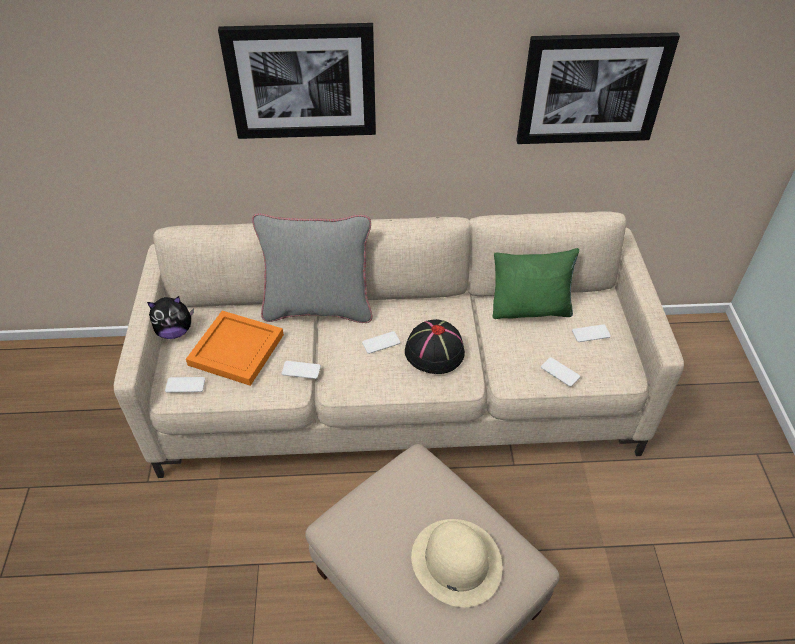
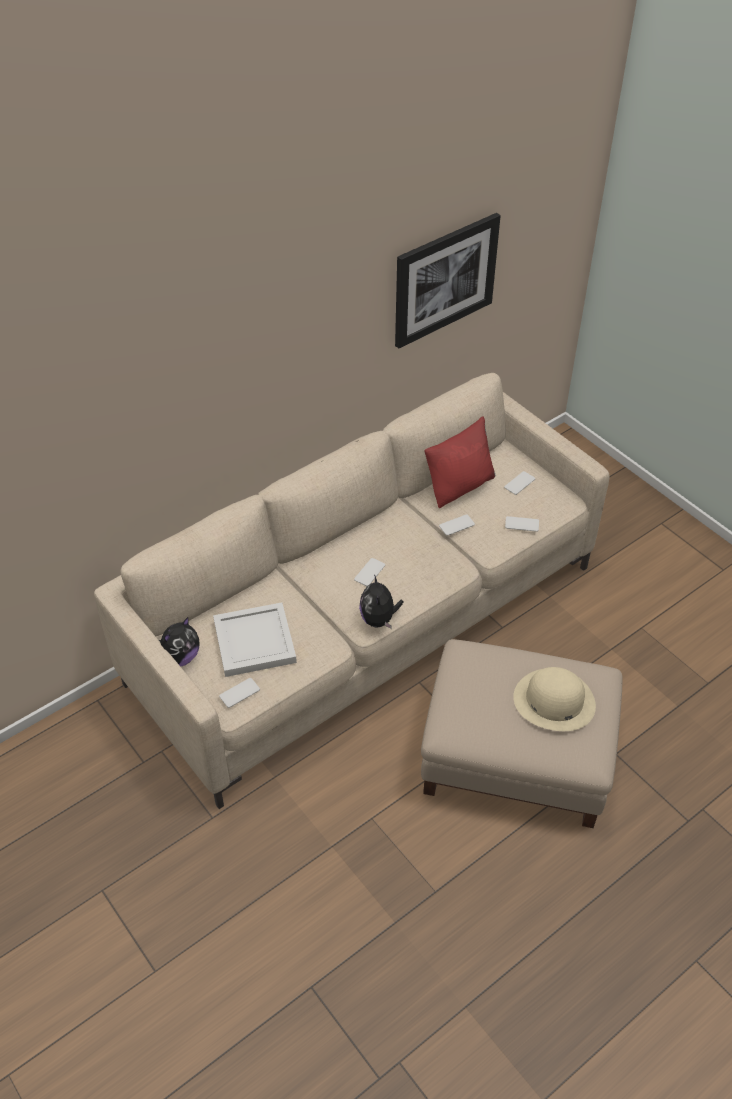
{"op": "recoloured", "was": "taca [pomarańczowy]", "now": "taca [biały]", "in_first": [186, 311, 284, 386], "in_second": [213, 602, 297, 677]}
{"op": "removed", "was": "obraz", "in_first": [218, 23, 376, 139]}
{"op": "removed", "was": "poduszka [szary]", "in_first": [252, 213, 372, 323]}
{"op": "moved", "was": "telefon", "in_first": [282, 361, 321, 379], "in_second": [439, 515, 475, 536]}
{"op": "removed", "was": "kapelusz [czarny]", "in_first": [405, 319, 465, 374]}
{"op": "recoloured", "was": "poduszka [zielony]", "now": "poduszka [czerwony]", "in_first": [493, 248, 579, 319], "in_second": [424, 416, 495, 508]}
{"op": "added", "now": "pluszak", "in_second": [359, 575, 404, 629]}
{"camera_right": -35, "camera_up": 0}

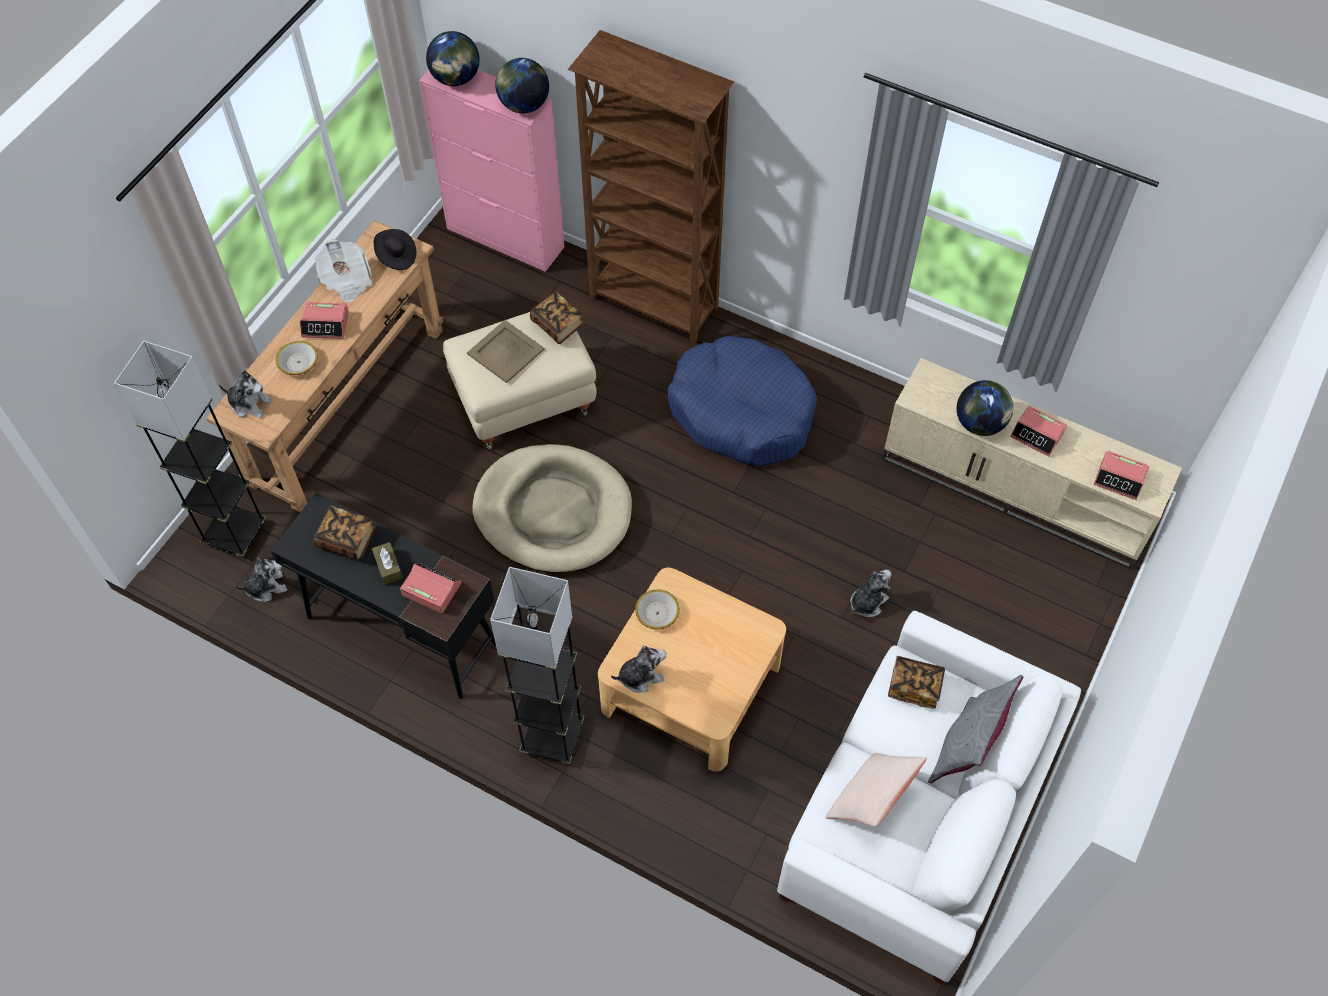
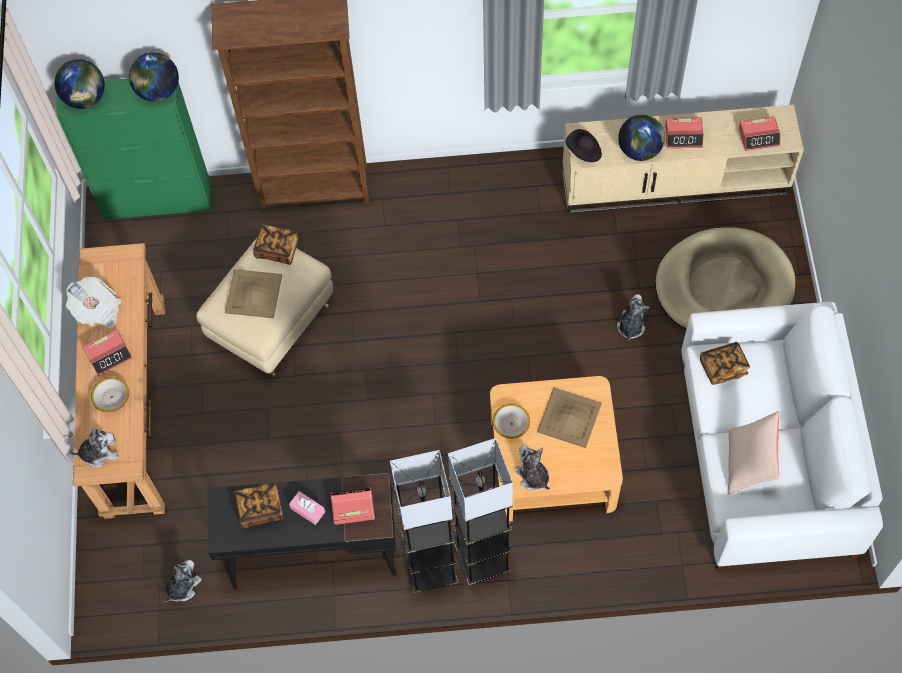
{"op": "moved", "was": "lampa stojąca [szary]", "in_first": [114, 341, 266, 558], "in_second": [390, 450, 458, 593]}
{"op": "recoloured", "was": "pudełko chusteczek [brązowy]", "now": "pudełko chusteczek [różowy]", "in_first": [372, 542, 403, 585], "in_second": [289, 491, 325, 525]}
{"op": "moved", "was": "kapelusz [czarny]", "in_first": [374, 229, 416, 270], "in_second": [566, 129, 602, 162]}
{"op": "recoloured", "was": "szafka [różowy]", "now": "szafka [zielony]", "in_first": [420, 70, 564, 272], "in_second": [56, 78, 211, 219]}
{"op": "moved", "was": "legowisko [beżowy]", "in_first": [472, 444, 632, 573], "in_second": [655, 228, 795, 329]}
{"op": "turned", "was": "pluszak", "in_first": [611, 645, 666, 693], "in_second": [514, 445, 550, 490], "clockwise": -75}
{"op": "removed", "was": "legowisko [niebieski]", "in_first": [668, 336, 817, 466]}
{"op": "removed", "was": "poduszka [szary]", "in_first": [928, 675, 1023, 783]}
{"op": "added", "now": "taca [beżowy]", "in_second": [537, 387, 602, 448]}
{"camera_right": -30, "camera_up": 5}

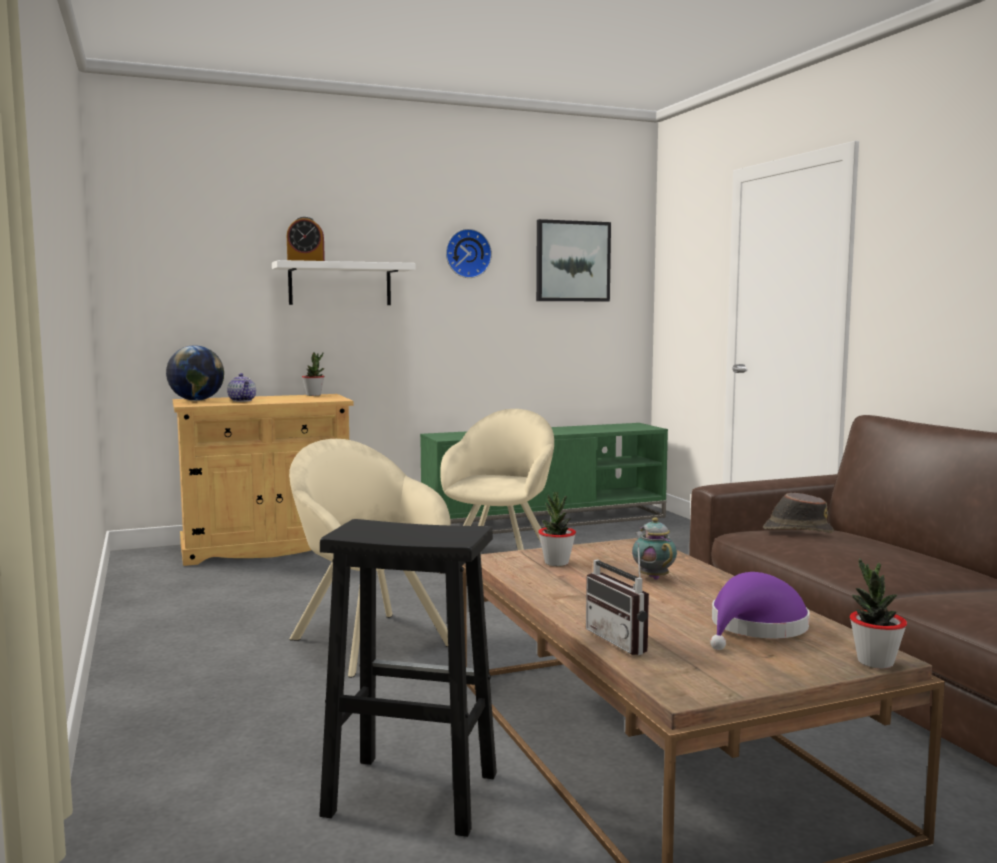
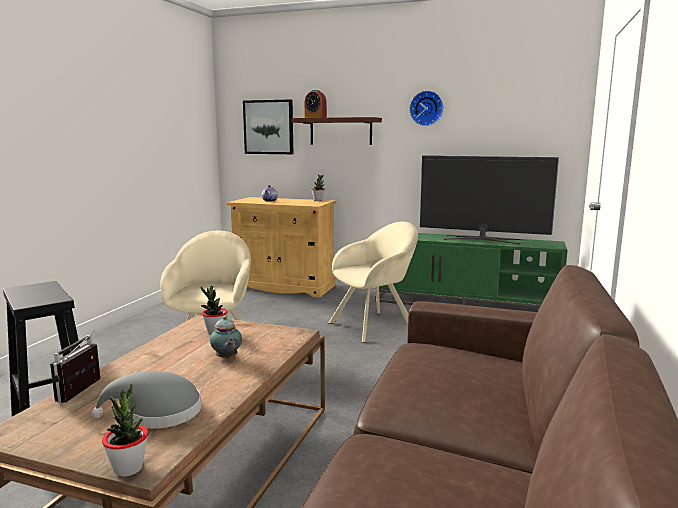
{"op": "removed", "was": "globus", "in_first": [166, 345, 224, 401]}
{"op": "recoloured", "was": "półka [biały]", "now": "półka [brązowy]", "in_first": [272, 260, 415, 305], "in_second": [292, 117, 382, 145]}
{"op": "moved", "was": "obraz", "in_first": [536, 219, 611, 301], "in_second": [243, 99, 293, 154]}
{"op": "turned", "was": "imbryk", "in_first": [632, 517, 677, 580], "in_second": [210, 316, 242, 359], "clockwise": 135}
{"op": "recoloured", "was": "kapelusz [fioletowy]", "now": "kapelusz [szary]", "in_first": [710, 572, 810, 650], "in_second": [91, 371, 201, 429]}
{"op": "removed", "was": "kapelusz [brązowy]", "in_first": [763, 493, 834, 533]}
{"op": "added", "now": "telewizor", "in_second": [420, 155, 559, 244]}
{"camera_right": 40, "camera_up": 5}

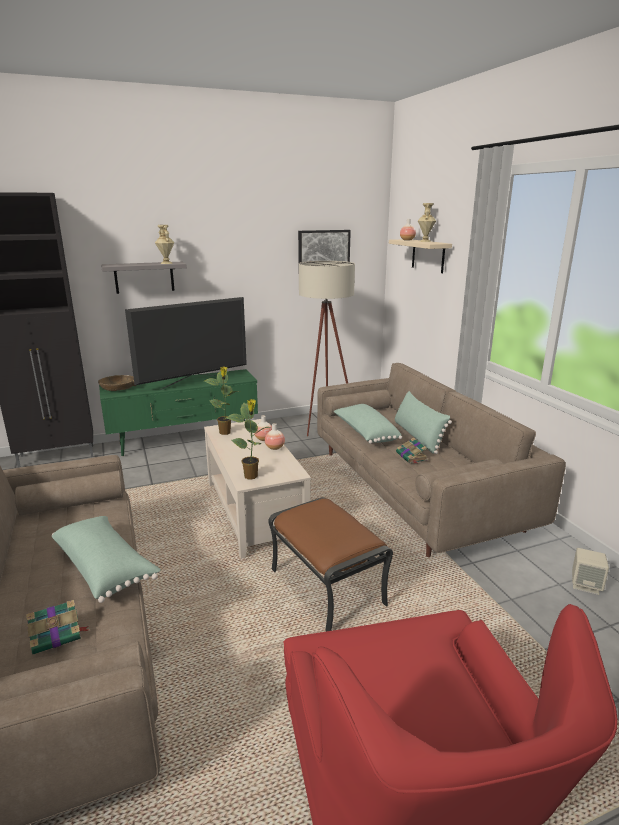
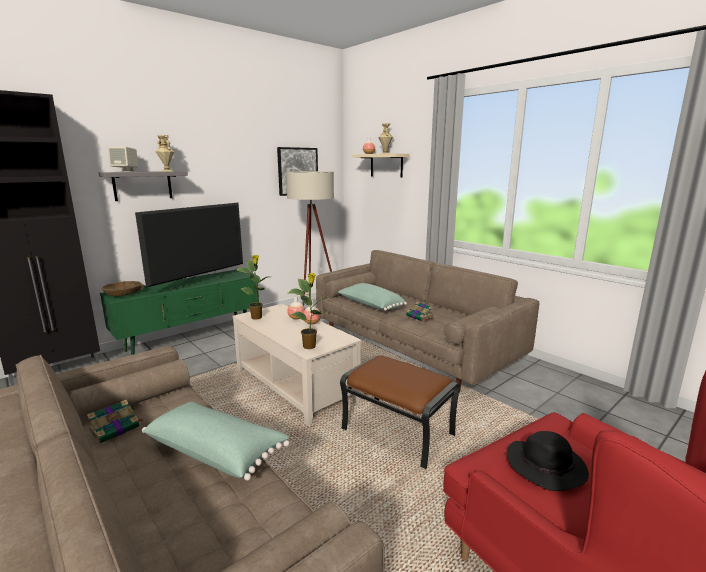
{"op": "moved", "was": "książka", "in_first": [26, 600, 88, 655], "in_second": [87, 400, 143, 443]}
{"op": "removed", "was": "poduszka [zielony]", "in_first": [395, 391, 452, 454]}
{"op": "moved", "was": "głośnik [beżowy]", "in_first": [572, 548, 609, 595], "in_second": [108, 146, 138, 172]}
{"op": "added", "now": "kapelusz [czarny]", "in_second": [507, 431, 589, 491]}
{"camera_right": -20, "camera_up": -5}

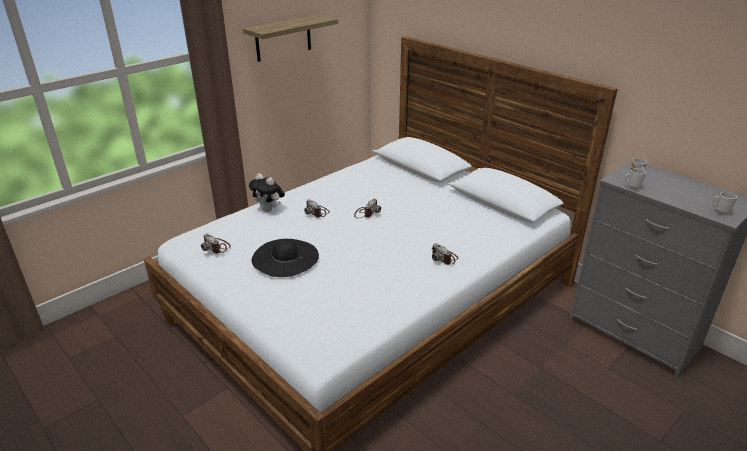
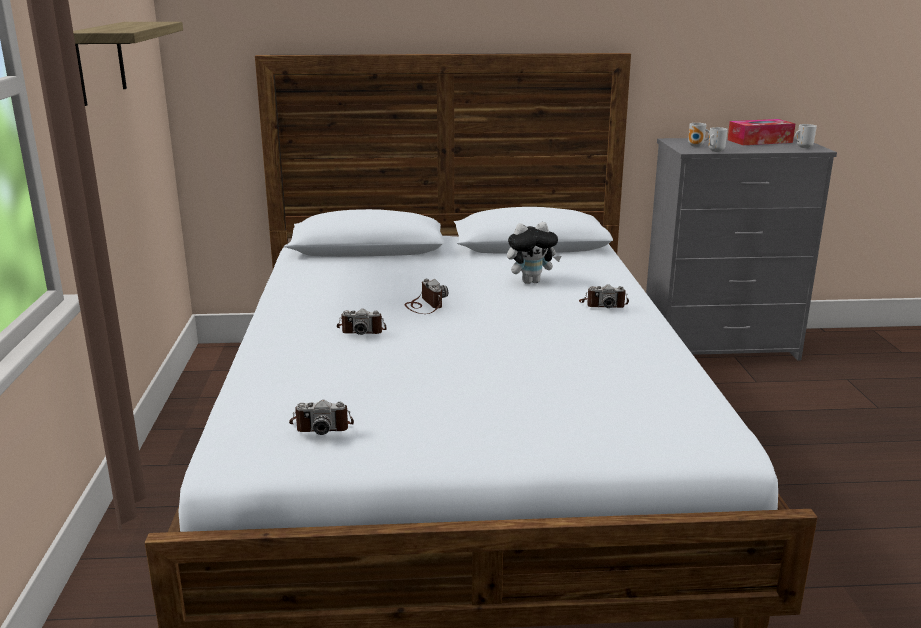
{"op": "moved", "was": "pluszak", "in_first": [249, 173, 285, 212], "in_second": [507, 222, 561, 284]}
{"op": "removed", "was": "kapelusz [czarny]", "in_first": [252, 239, 319, 277]}
{"op": "added", "now": "pudełko chusteczek", "in_second": [728, 119, 796, 145]}
{"camera_right": -50, "camera_up": -10}

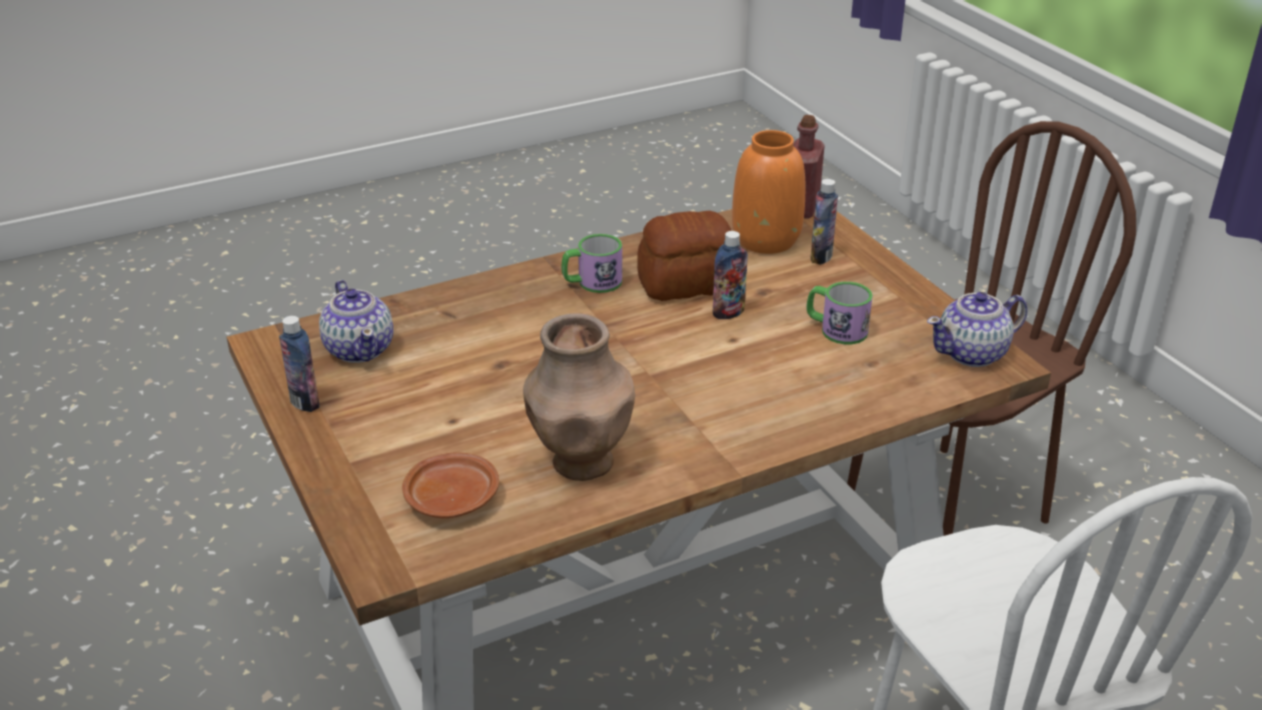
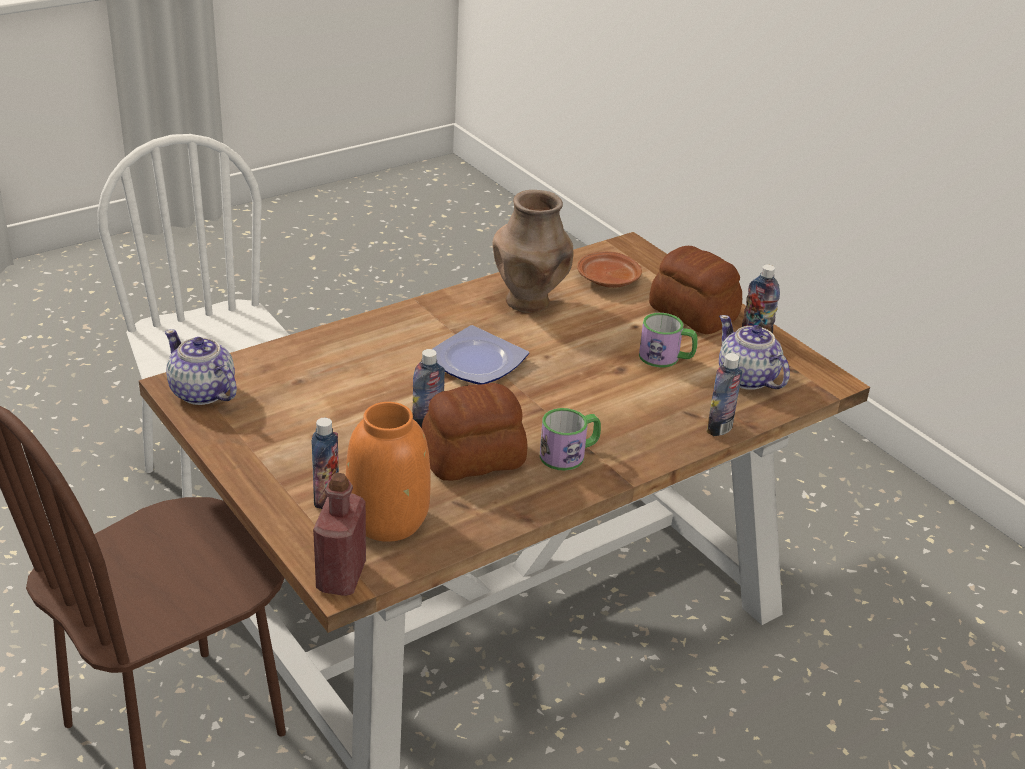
{"op": "moved", "was": "kubek", "in_first": [807, 282, 873, 344], "in_second": [639, 313, 698, 367]}
{"op": "turned", "was": "imbryk", "in_first": [927, 292, 1027, 367], "in_second": [165, 329, 237, 405], "clockwise": -105}
{"op": "added", "now": "talerz", "in_second": [432, 325, 529, 385]}
{"op": "added", "now": "chleb", "in_second": [649, 246, 742, 334]}
{"op": "added", "now": "butelka", "in_second": [706, 353, 742, 436]}
{"camera_right": 170, "camera_up": 0}

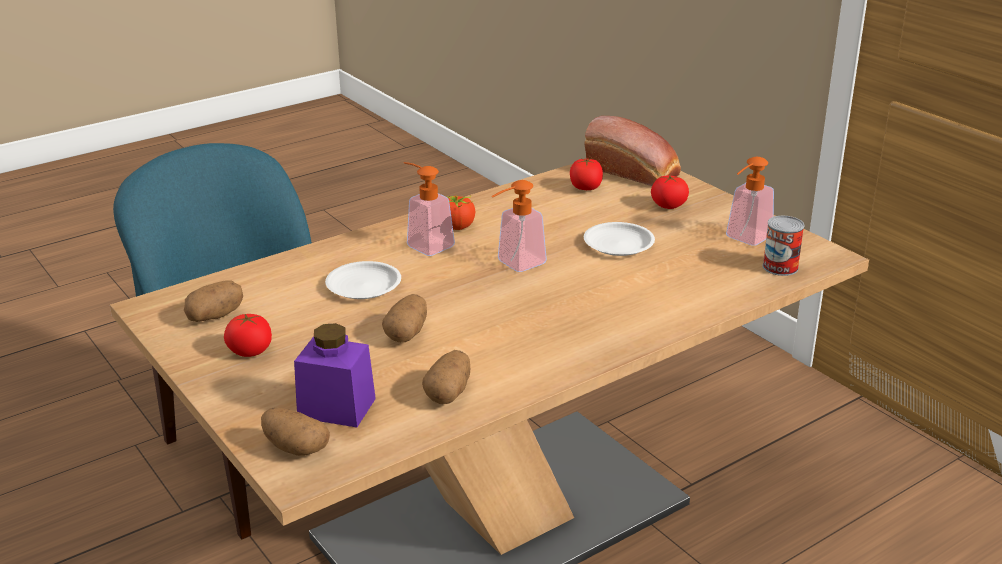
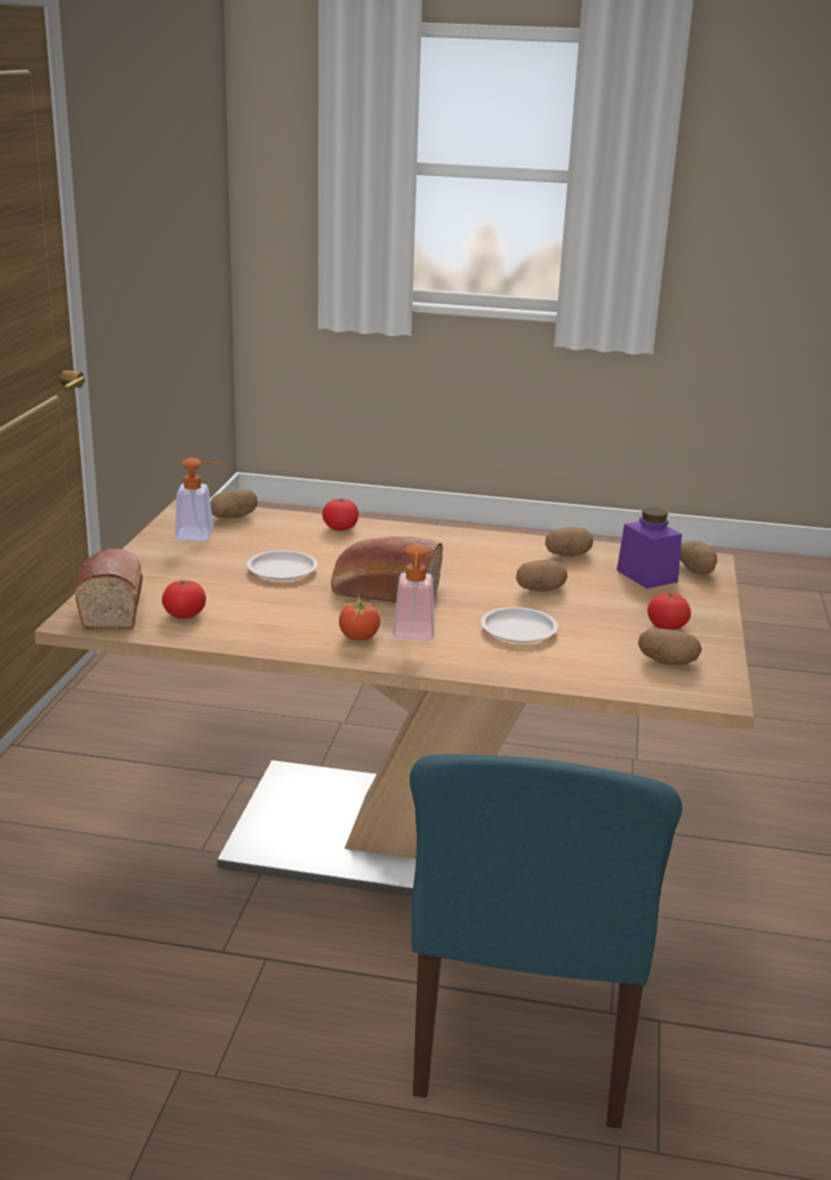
{"op": "replaced", "was": "dozownik mydła", "now": "chleb", "in_first": [492, 180, 547, 272], "in_second": [331, 536, 443, 603]}
{"op": "moved", "was": "pomidor", "in_first": [651, 175, 689, 209], "in_second": [322, 499, 359, 531]}
{"op": "replaced", "was": "puszka", "now": "ziemniak", "in_first": [763, 216, 804, 276], "in_second": [210, 489, 258, 518]}
{"camera_right": -135, "camera_up": -5}

